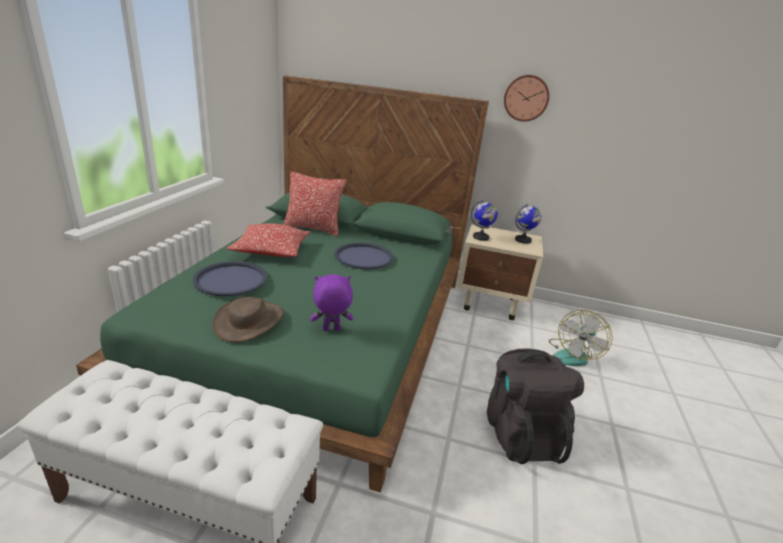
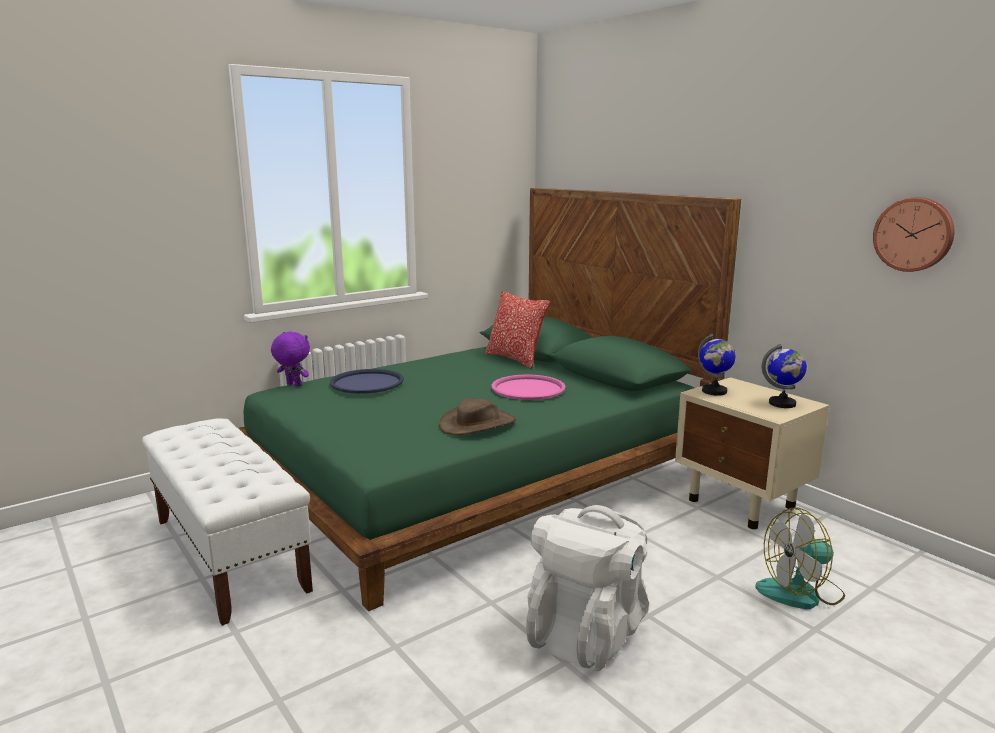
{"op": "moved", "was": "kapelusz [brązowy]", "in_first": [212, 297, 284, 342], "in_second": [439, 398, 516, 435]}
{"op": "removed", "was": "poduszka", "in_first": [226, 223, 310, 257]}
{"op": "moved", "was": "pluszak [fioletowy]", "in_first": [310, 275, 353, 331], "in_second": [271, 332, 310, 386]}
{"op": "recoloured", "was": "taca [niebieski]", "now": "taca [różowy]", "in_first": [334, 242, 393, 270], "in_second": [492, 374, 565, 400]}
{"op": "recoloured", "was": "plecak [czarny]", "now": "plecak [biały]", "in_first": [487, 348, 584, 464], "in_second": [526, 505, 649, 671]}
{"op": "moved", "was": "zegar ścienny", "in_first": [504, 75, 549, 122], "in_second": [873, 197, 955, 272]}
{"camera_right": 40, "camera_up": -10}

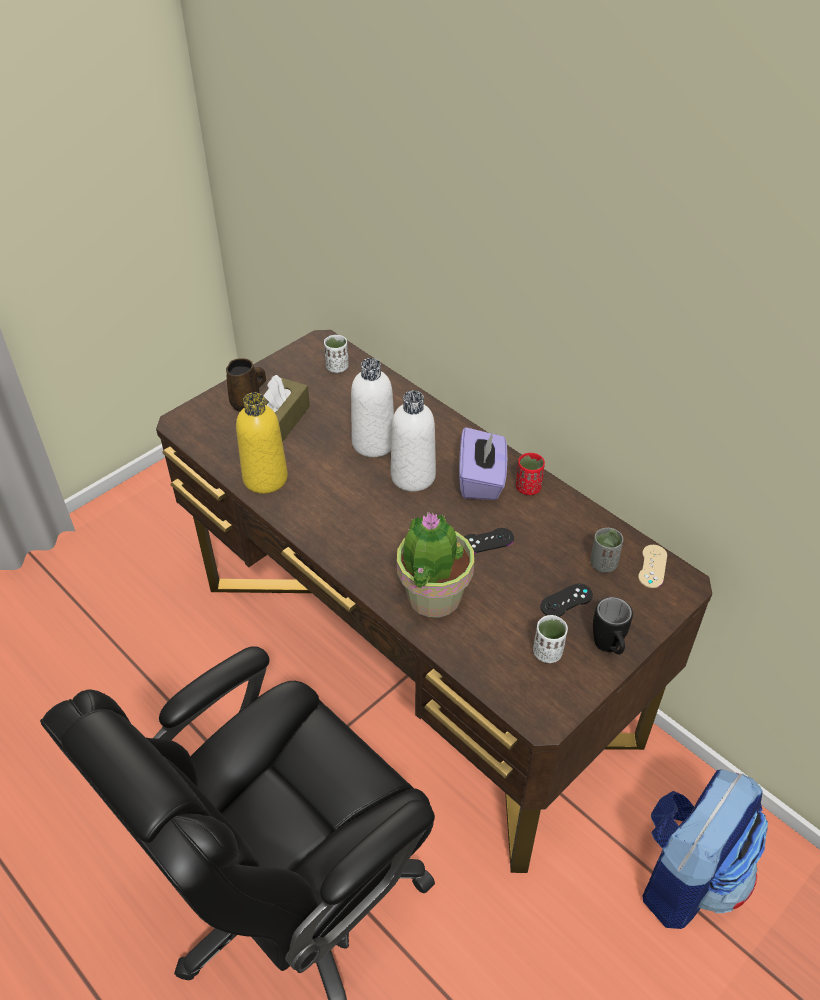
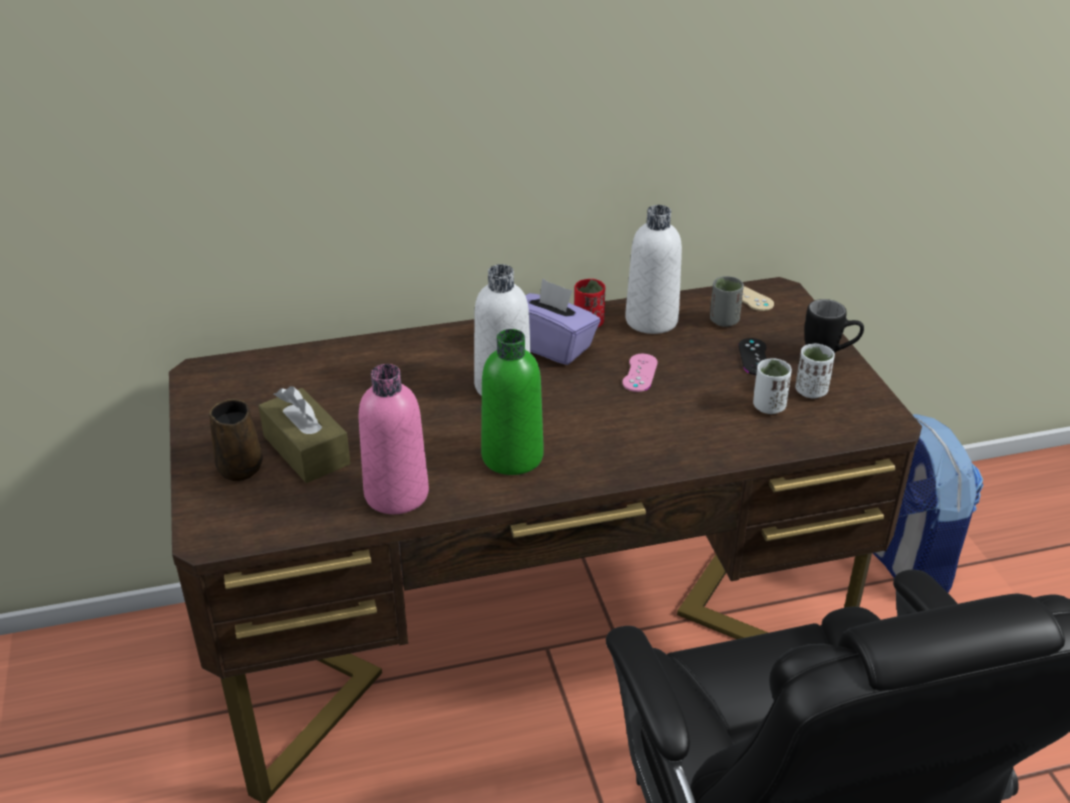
{"op": "recoloured", "was": "butelka [żółty]", "now": "butelka [różowy]", "in_first": [236, 392, 288, 494], "in_second": [359, 364, 429, 514]}
{"op": "moved", "was": "filiżanka [biały]", "in_first": [324, 335, 348, 373], "in_second": [753, 358, 792, 414]}
{"op": "moved", "was": "butelka [biały]", "in_first": [351, 358, 394, 457], "in_second": [625, 205, 682, 334]}
{"op": "removed", "was": "roślina doniczkowa", "in_first": [397, 512, 474, 617]}
{"op": "recoloured", "was": "pad do gier [czarny]", "now": "pad do gier [różowy]", "in_first": [464, 528, 514, 553], "in_second": [622, 354, 658, 392]}
{"op": "added", "now": "butelka [zielony]", "in_second": [481, 329, 544, 475]}
{"camera_right": -60, "camera_up": -10}

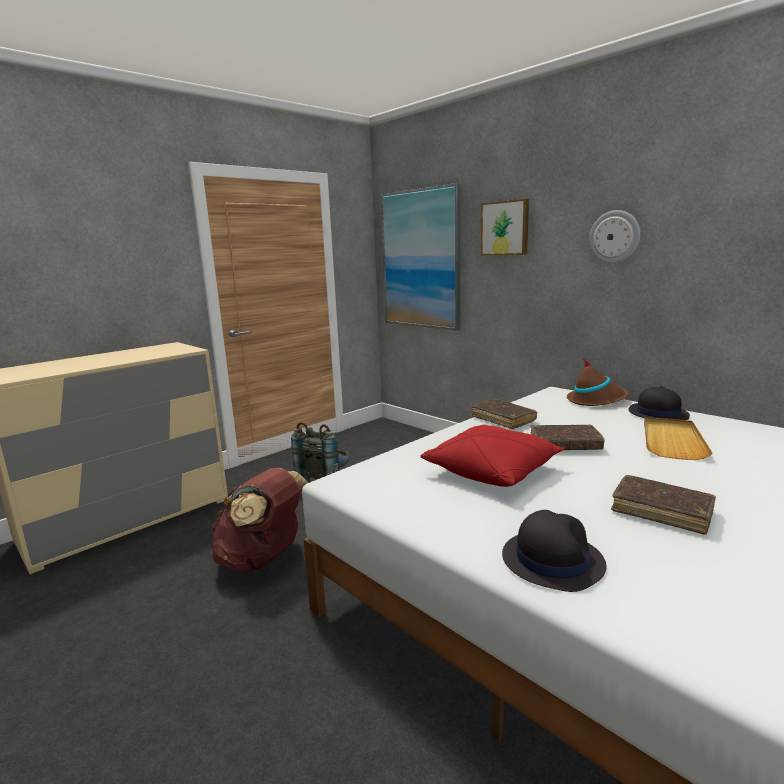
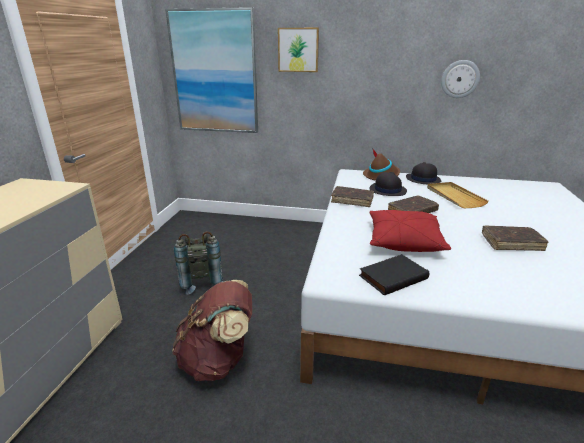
{"op": "moved", "was": "kapelusz [czarny]", "in_first": [502, 510, 606, 592], "in_second": [369, 172, 407, 196]}
{"op": "moved", "was": "zegar ścienny", "in_first": [589, 210, 640, 264], "in_second": [441, 60, 480, 98]}
{"op": "added", "now": "książka [czarny]", "in_second": [359, 254, 429, 295]}
{"camera_right": -35, "camera_up": 10}

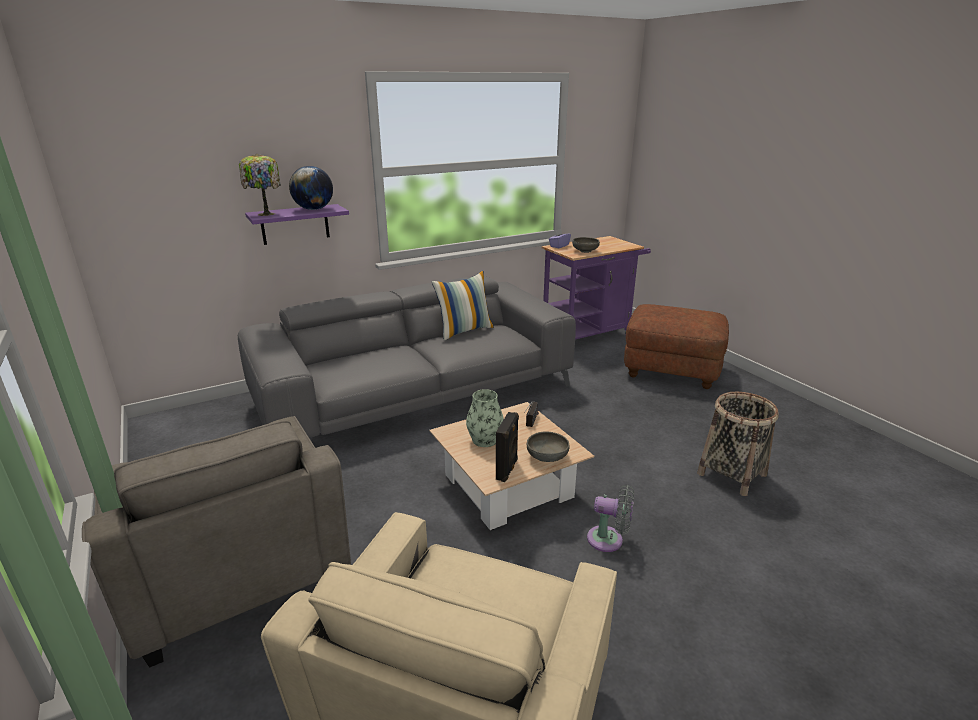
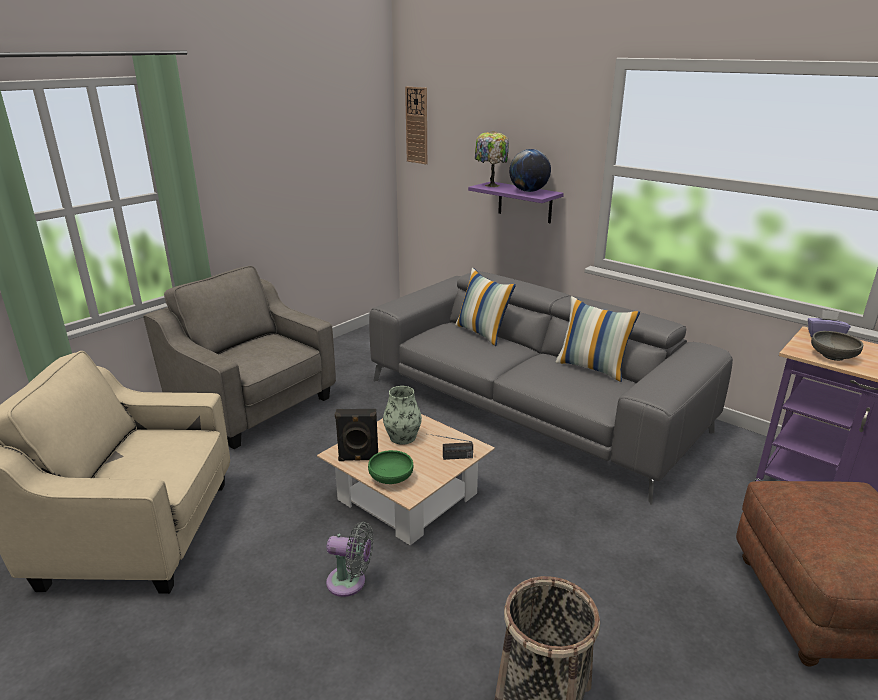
{"op": "turned", "was": "fotel [szary]", "in_first": [82, 416, 351, 668], "in_second": [143, 266, 336, 449], "clockwise": 90}
{"op": "recoloured", "was": "miska [szary]", "now": "miska [zielony]", "in_first": [527, 431, 570, 462], "in_second": [368, 450, 413, 484]}
{"op": "turned", "was": "wentylator [szary]", "in_first": [587, 485, 634, 552], "in_second": [326, 522, 373, 597], "clockwise": -75}
{"op": "added", "now": "zegar ścienny", "in_second": [405, 87, 427, 164]}
{"op": "added", "now": "poduszka", "in_second": [455, 268, 516, 346]}
{"camera_right": 70, "camera_up": 0}

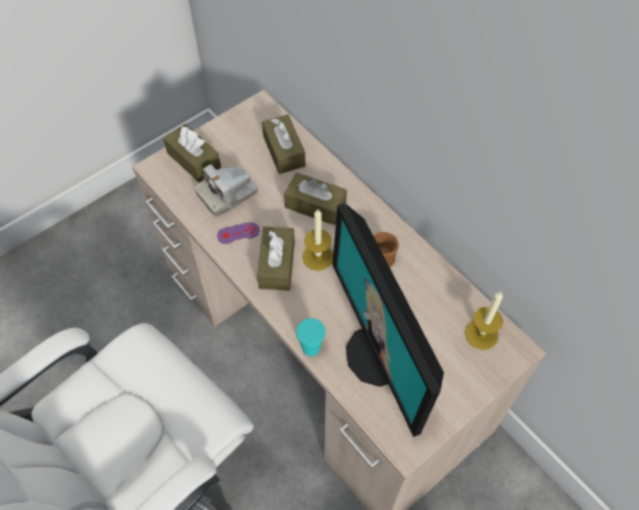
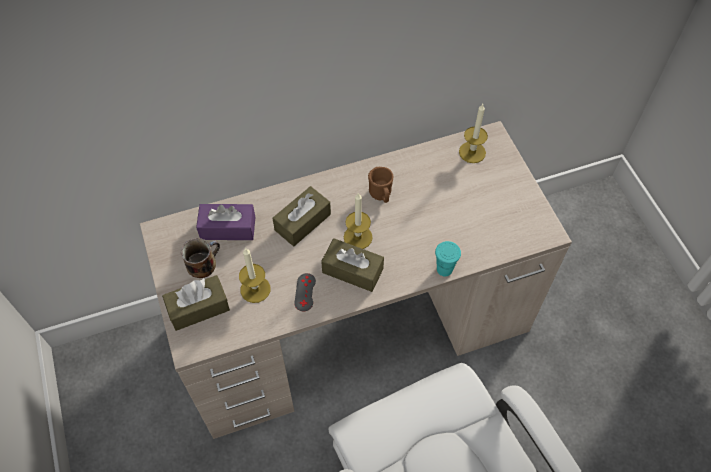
{"op": "replaced", "was": "aparat fotograficzny", "now": "świeca", "in_first": [195, 164, 258, 216], "in_second": [239, 248, 271, 303]}
{"op": "recoloured", "was": "pad do gier [fioletowy]", "now": "pad do gier [szary]", "in_first": [217, 222, 260, 244], "in_second": [294, 273, 316, 311]}
{"op": "recoloured", "was": "pudełko chusteczek [brązowy]", "now": "pudełko chusteczek [fioletowy]", "in_first": [262, 114, 305, 174], "in_second": [196, 204, 255, 240]}
{"op": "removed", "was": "monitor", "in_first": [332, 203, 444, 437]}
{"op": "added", "now": "kubek", "in_second": [181, 238, 220, 278]}
{"camera_right": -70, "camera_up": 0}

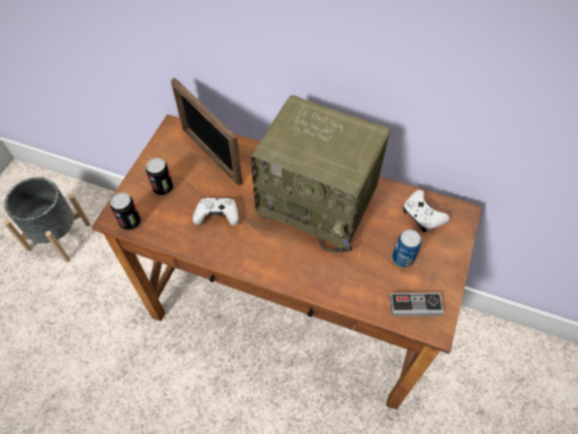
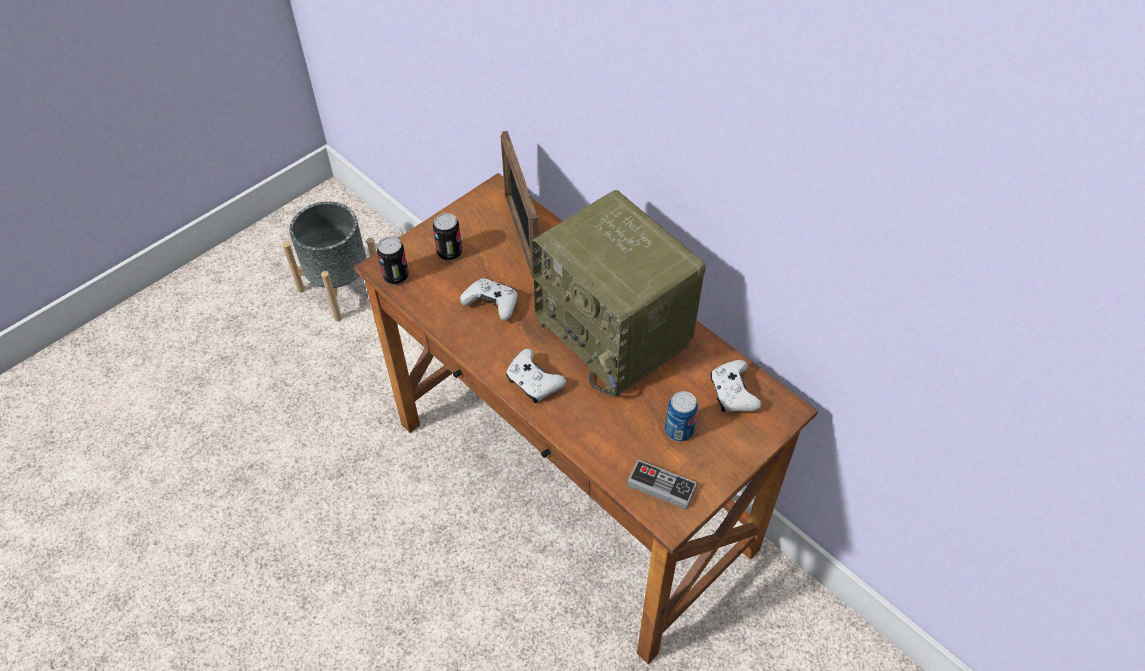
{"op": "added", "now": "pad do gier [biały]", "in_second": [506, 349, 566, 403]}
{"camera_right": 25, "camera_up": -5}

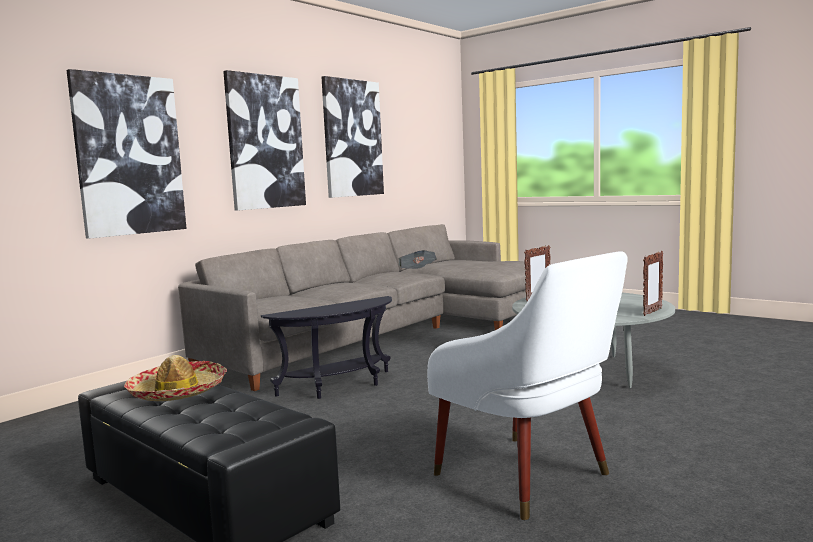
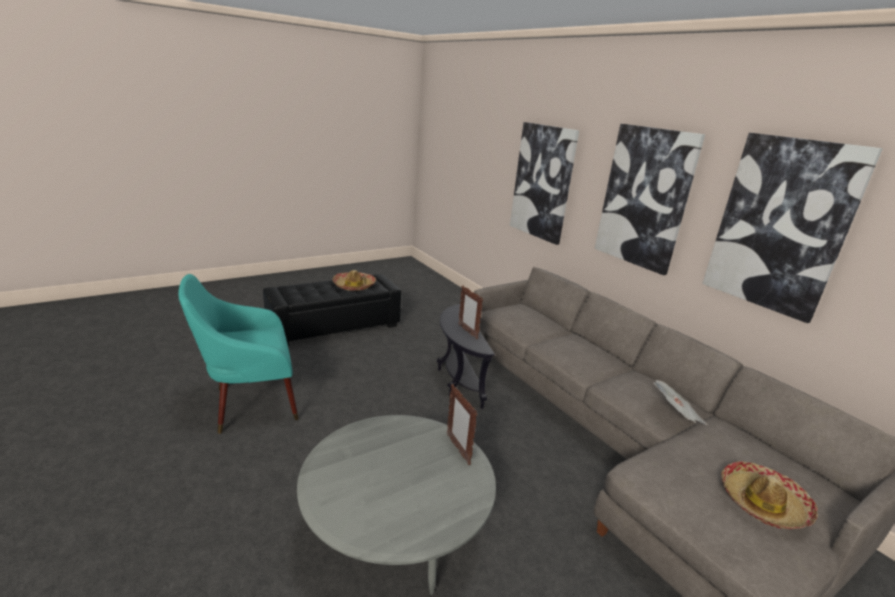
{"op": "recoloured", "was": "fotel [biały]", "now": "fotel [turkusowy]", "in_first": [427, 251, 628, 520], "in_second": [178, 274, 299, 434]}
{"op": "moved", "was": "ramka na zdjęcie", "in_first": [643, 251, 663, 316], "in_second": [458, 286, 483, 339]}
{"op": "added", "now": "kapelusz", "in_second": [721, 461, 818, 529]}
{"camera_right": 105, "camera_up": 15}

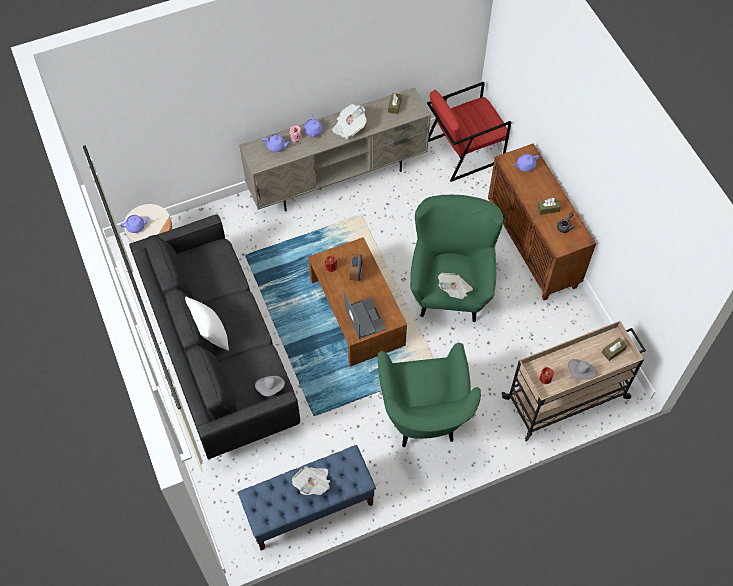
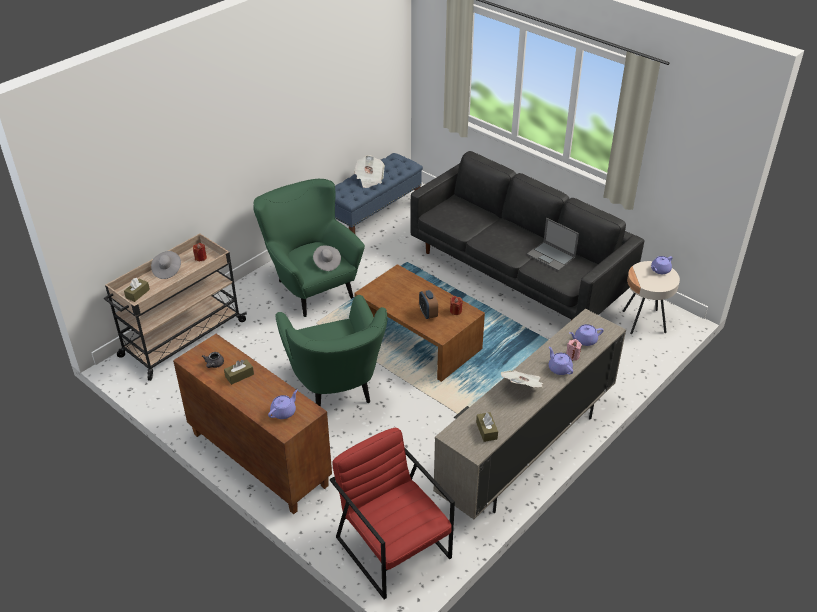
{"op": "removed", "was": "poduszka [biały]", "in_first": [185, 297, 229, 351]}
{"op": "moved", "was": "kapelusz [szary]", "in_first": [255, 376, 285, 396], "in_second": [313, 246, 341, 271]}
{"op": "moved", "was": "laptop", "in_first": [344, 292, 386, 339], "in_second": [527, 218, 579, 271]}
{"op": "turned", "was": "fotel [czerwony]", "in_first": [427, 82, 511, 182], "in_second": [330, 428, 455, 600], "clockwise": -75}
{"op": "removed", "was": "gazeta", "in_first": [438, 273, 473, 299]}
{"camera_right": 155, "camera_up": -20}

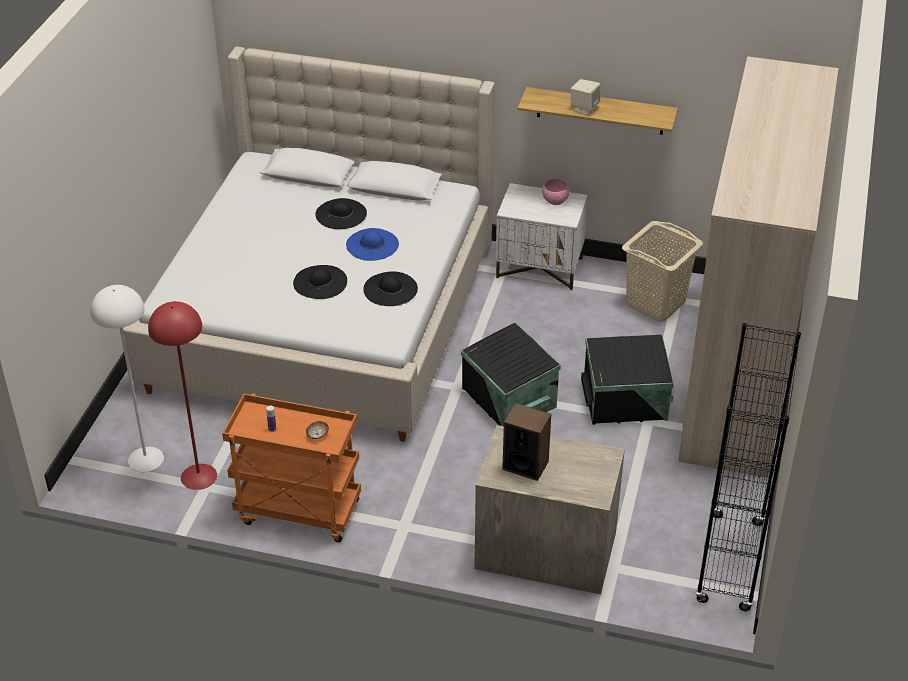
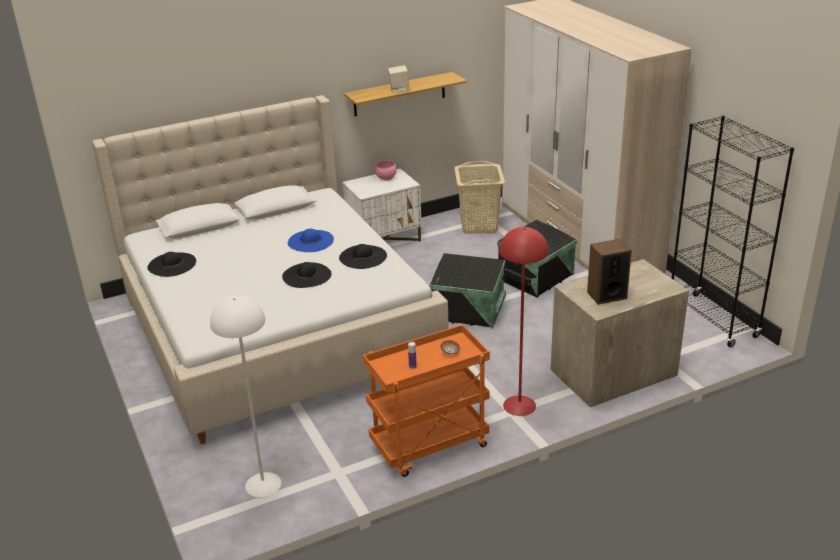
{"op": "moved", "was": "lampa stojąca [czerwony]", "in_first": [148, 301, 217, 490], "in_second": [499, 227, 549, 416]}
{"op": "moved", "was": "kapelusz [czarny]", "in_first": [315, 198, 367, 229], "in_second": [147, 252, 196, 277]}
{"camera_right": -40, "camera_up": -10}

